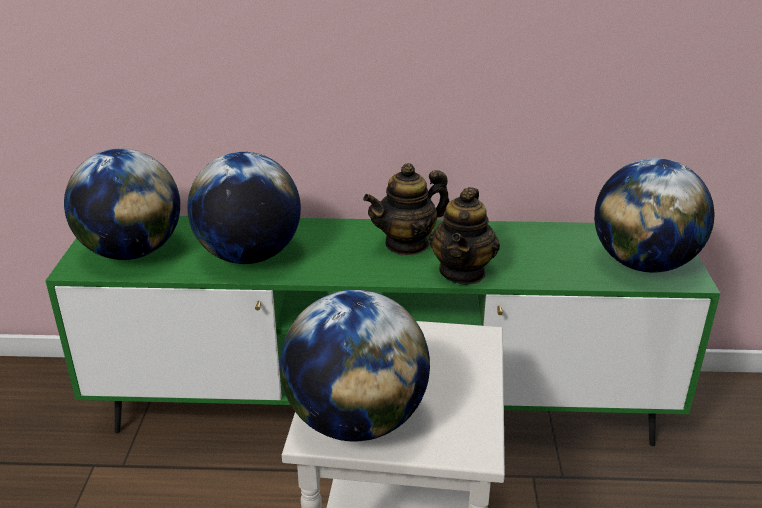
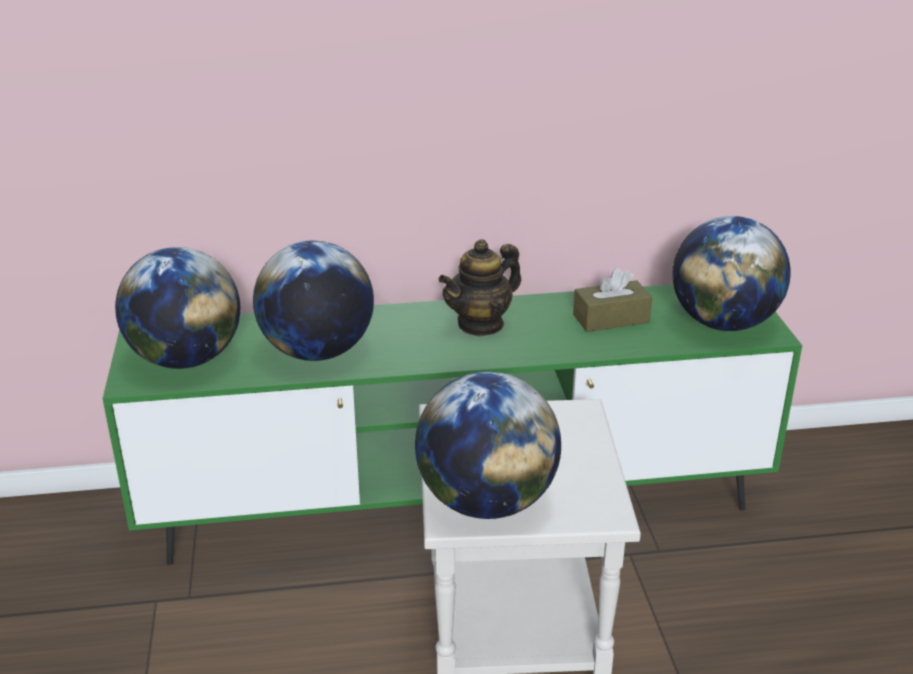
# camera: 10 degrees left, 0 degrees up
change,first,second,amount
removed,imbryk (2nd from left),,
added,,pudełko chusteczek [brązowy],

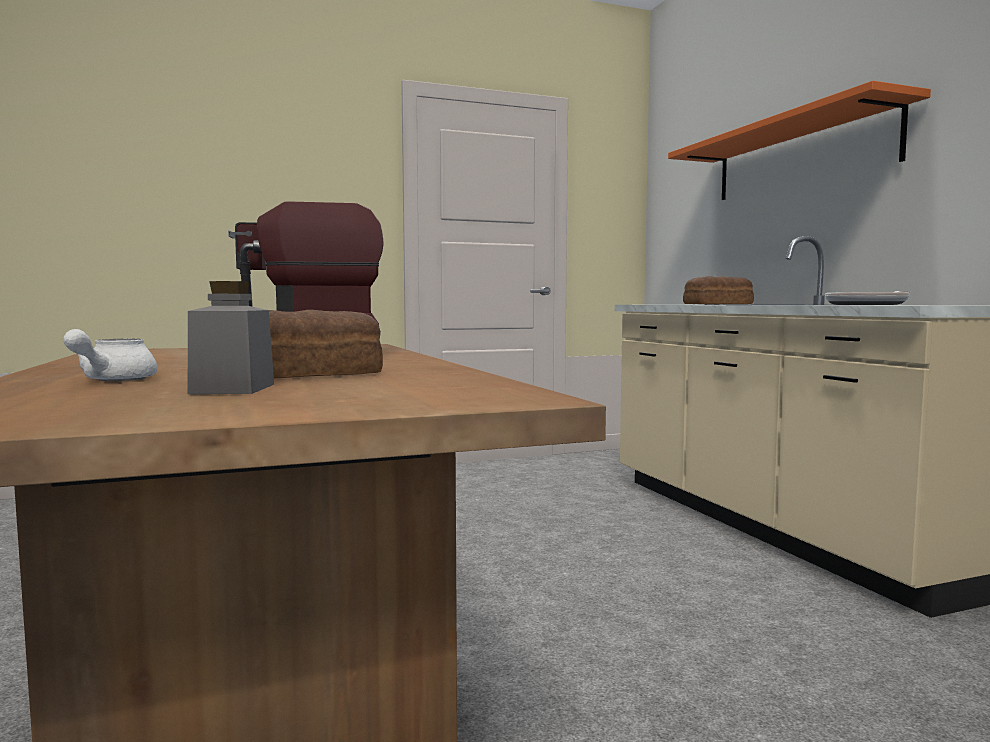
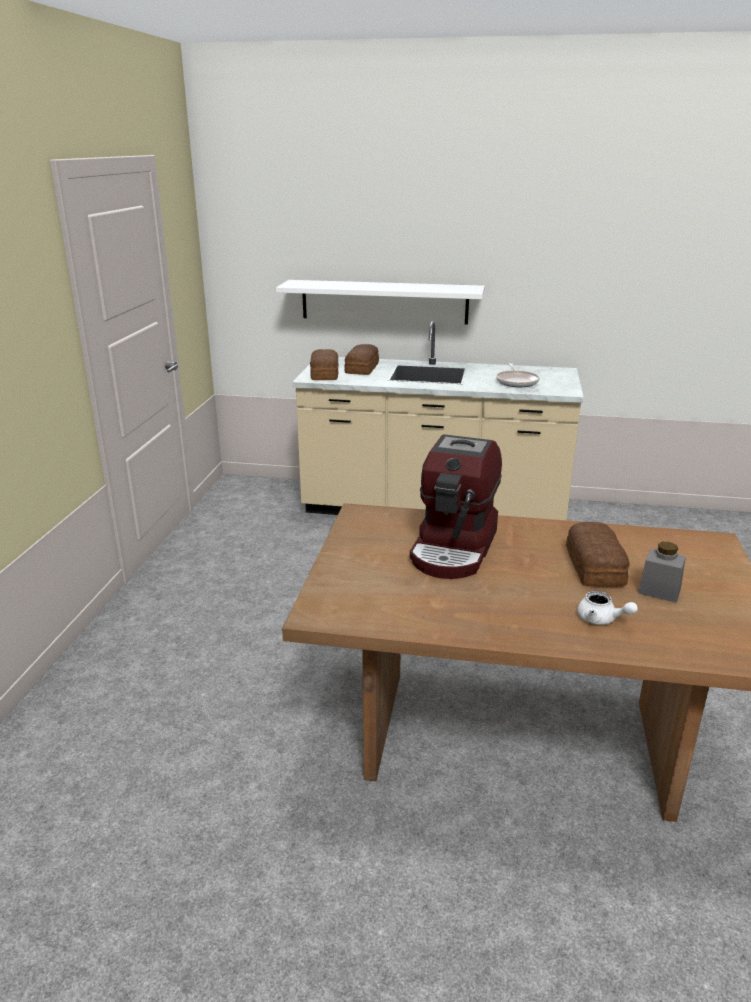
# camera: 60 degrees left, 20 degrees up
change,first,second,amount
removed,półka [pomarańczowy],,
added,,półka [biały],
added,,chleb (1st from left),

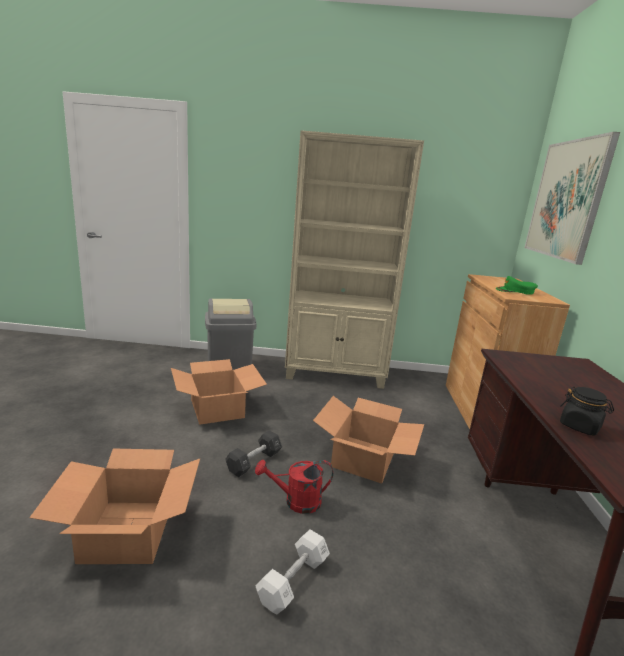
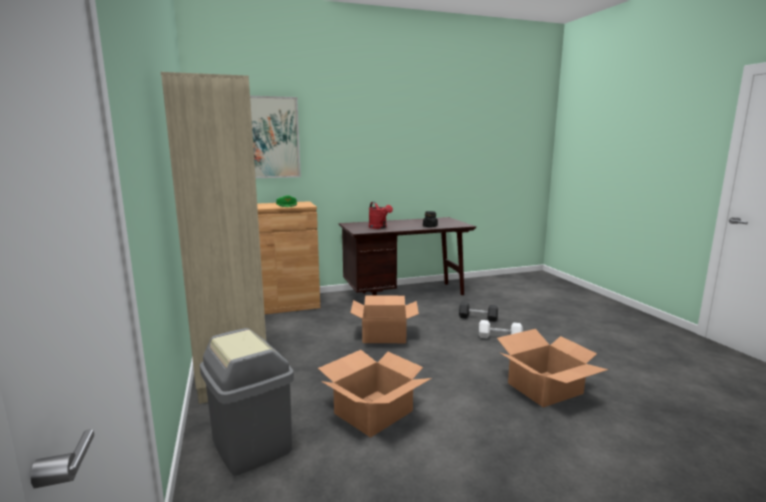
# camera: 110 degrees left, 5 degrees down
change,first,second,amount
moved,hantel [czarny],,
moved,konewka [czerwony],,

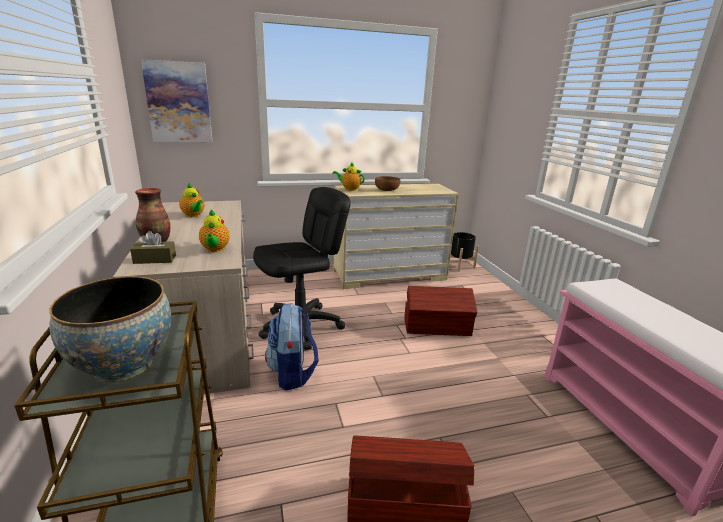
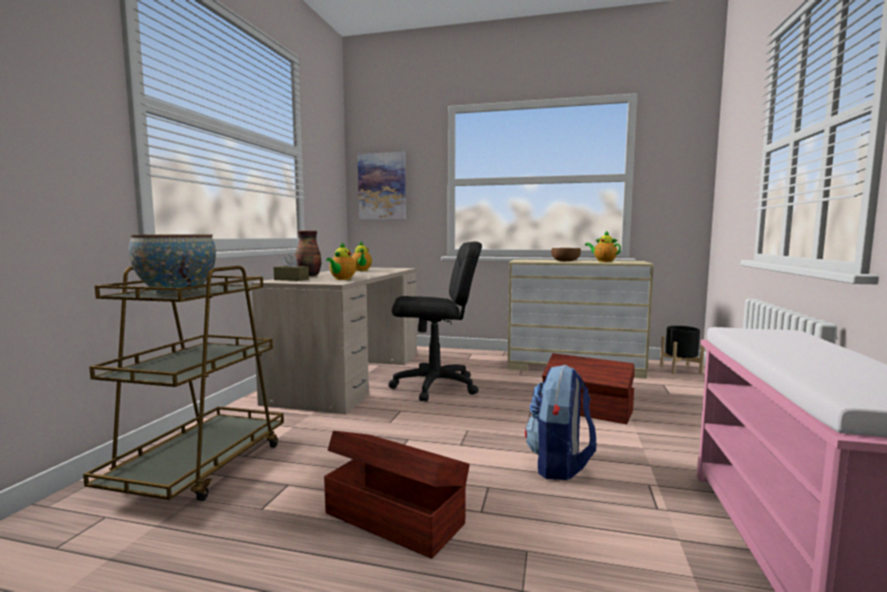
# camera: 30 degrees right, 15 degrees down
change,first,second,amount
moved,plecak,,
moved,imbryk (3rd from left),,

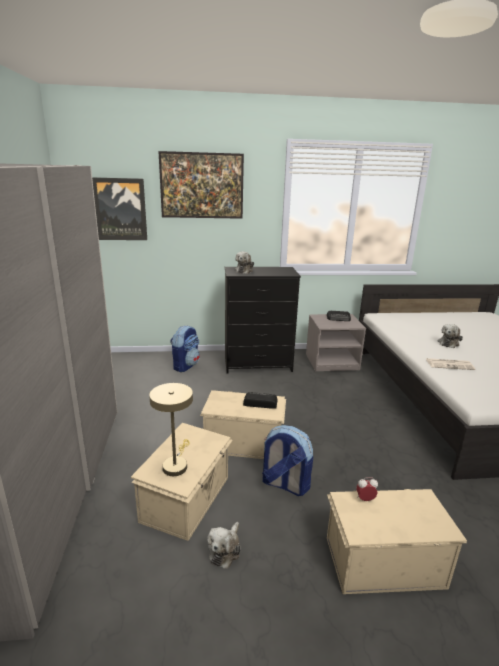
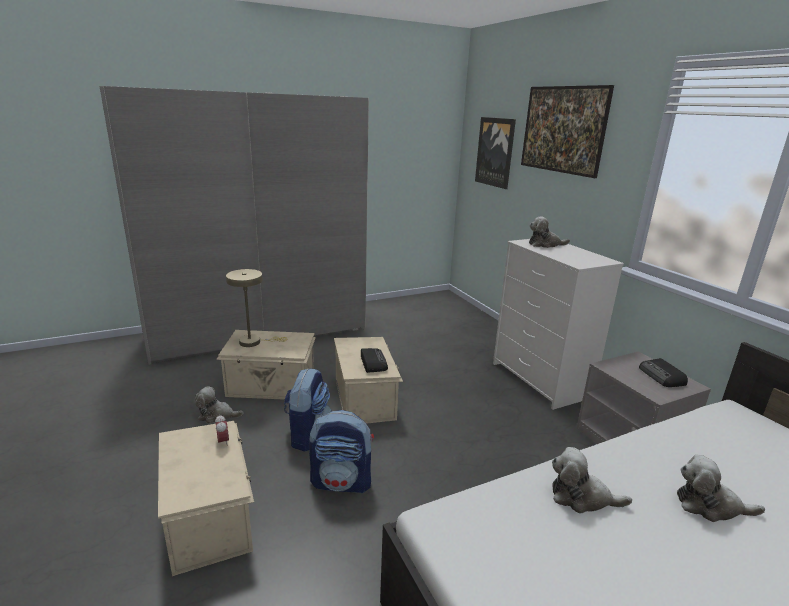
# camera: 70 degrees right, 0 degrees up
change,first,second,amount
moved,plecak (1st from left in the first image),plecak (2nd from left),
recoloured,komoda [czarny],komoda [biały],
replaced,gazeta,pluszak (3rd from left),

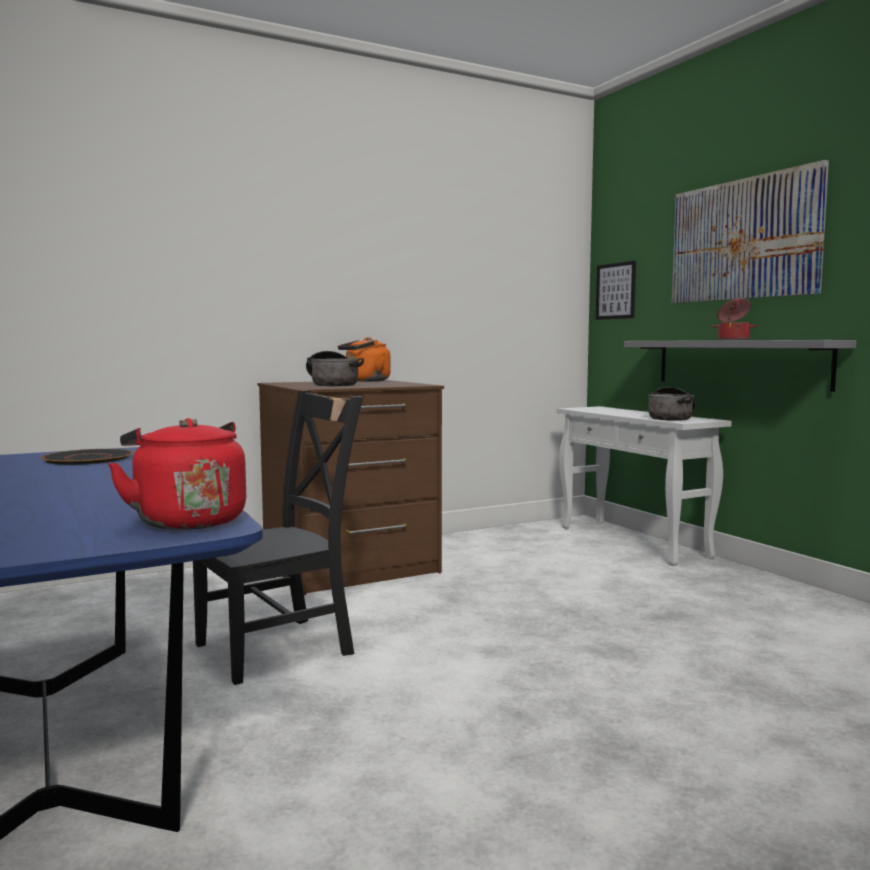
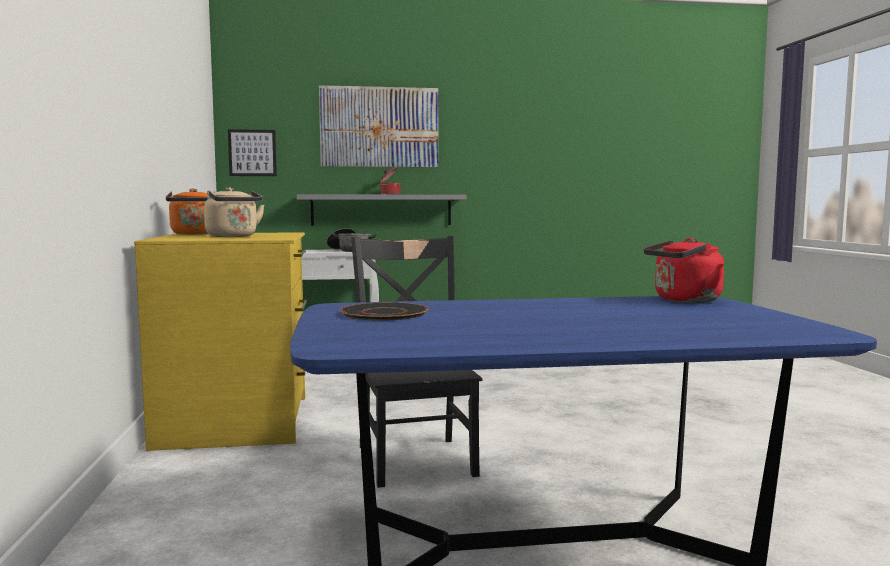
# camera: 70 degrees left, 0 degrees up
change,first,second,amount
recoloured,komoda [brązowy],komoda [żółty],
replaced,garnek (1st from left),czajnik [beżowy],

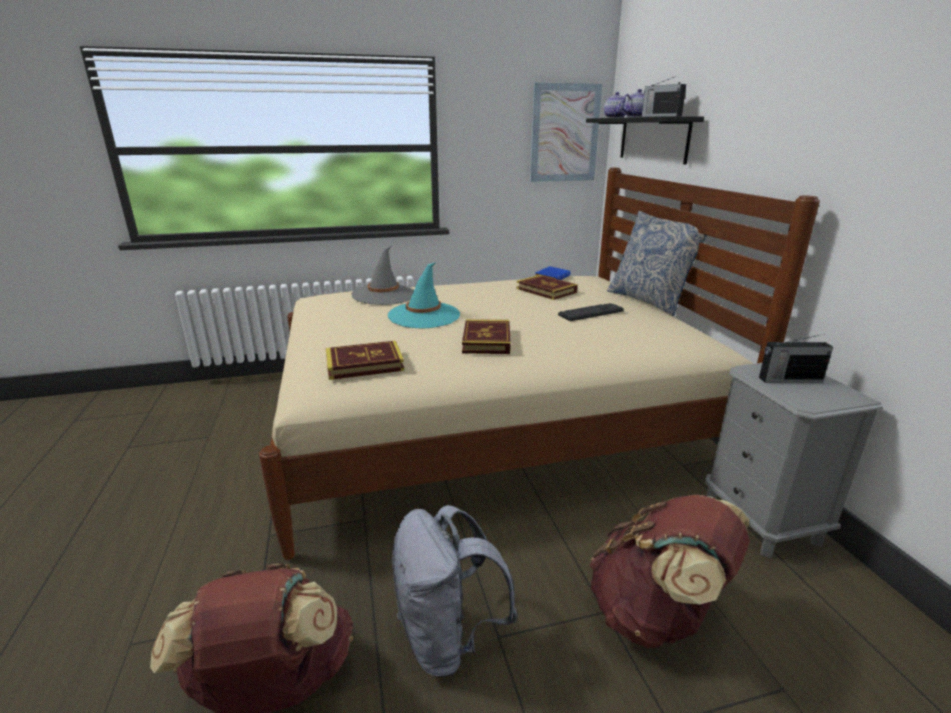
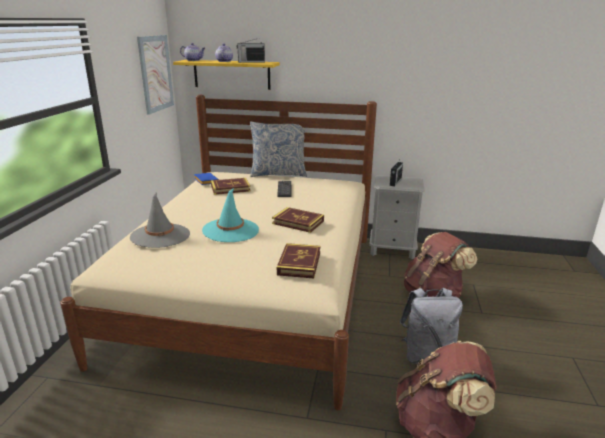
# camera: 65 degrees left, 0 degrees up
change,first,second,amount
recoloured,półka [czarny],półka [żółty],

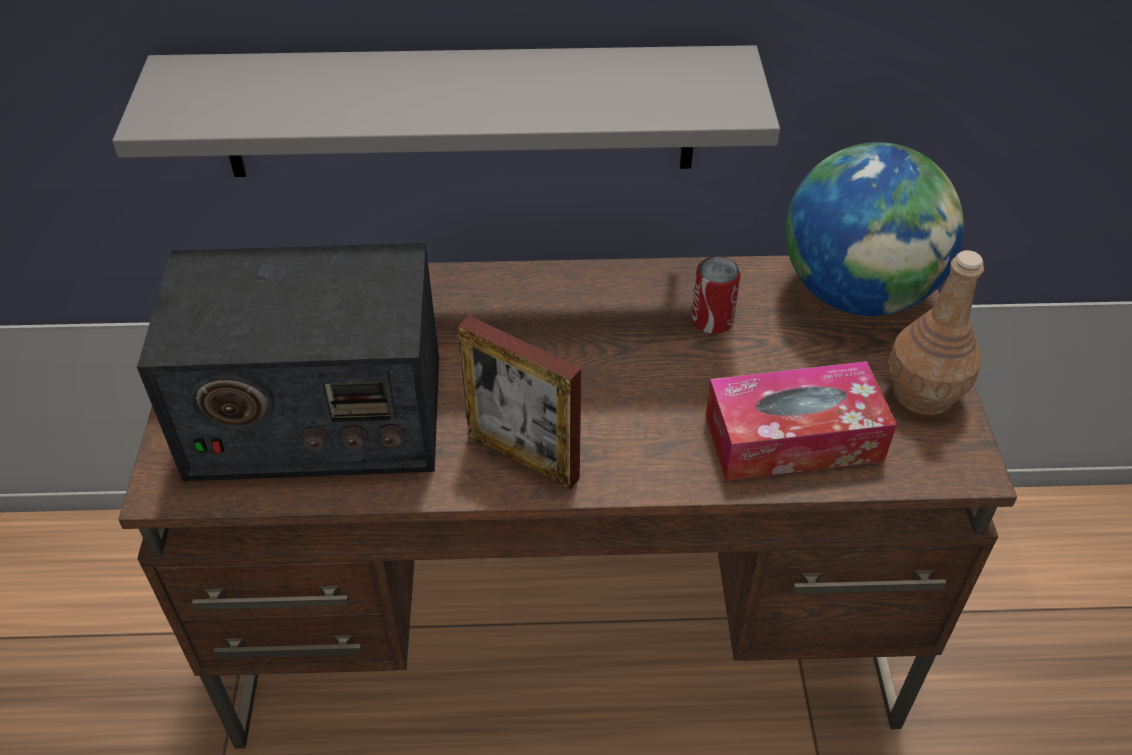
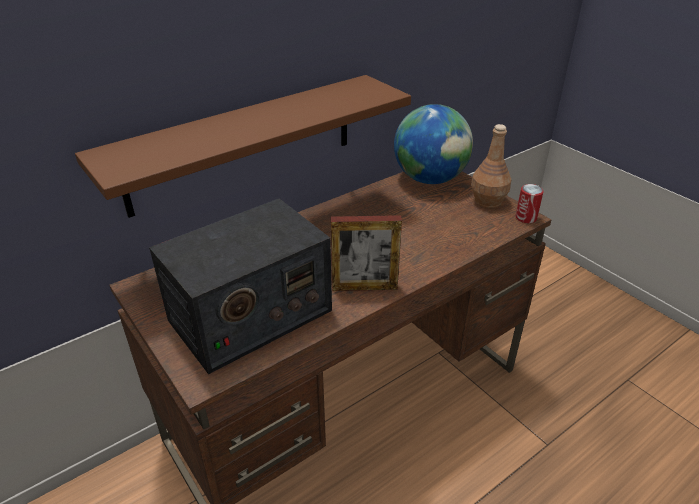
# camera: 35 degrees left, 10 degrees down
change,first,second,amount
recoloured,półka [szary],półka [brązowy],
moved,puszka,,
removed,pudełko chusteczek,,

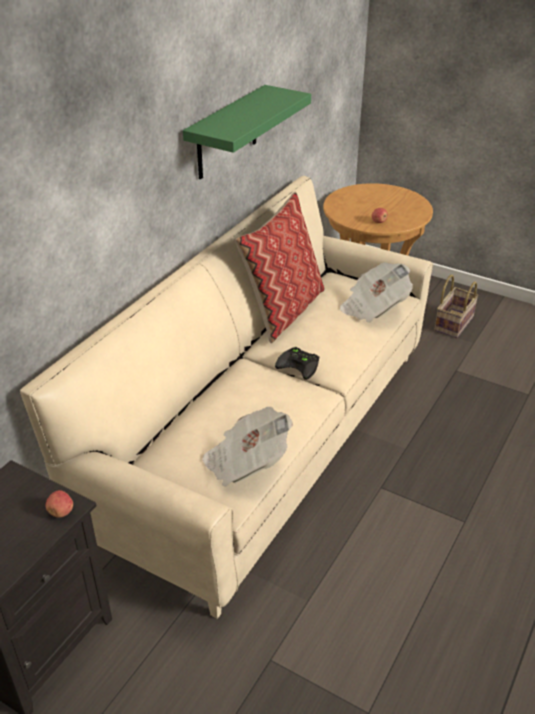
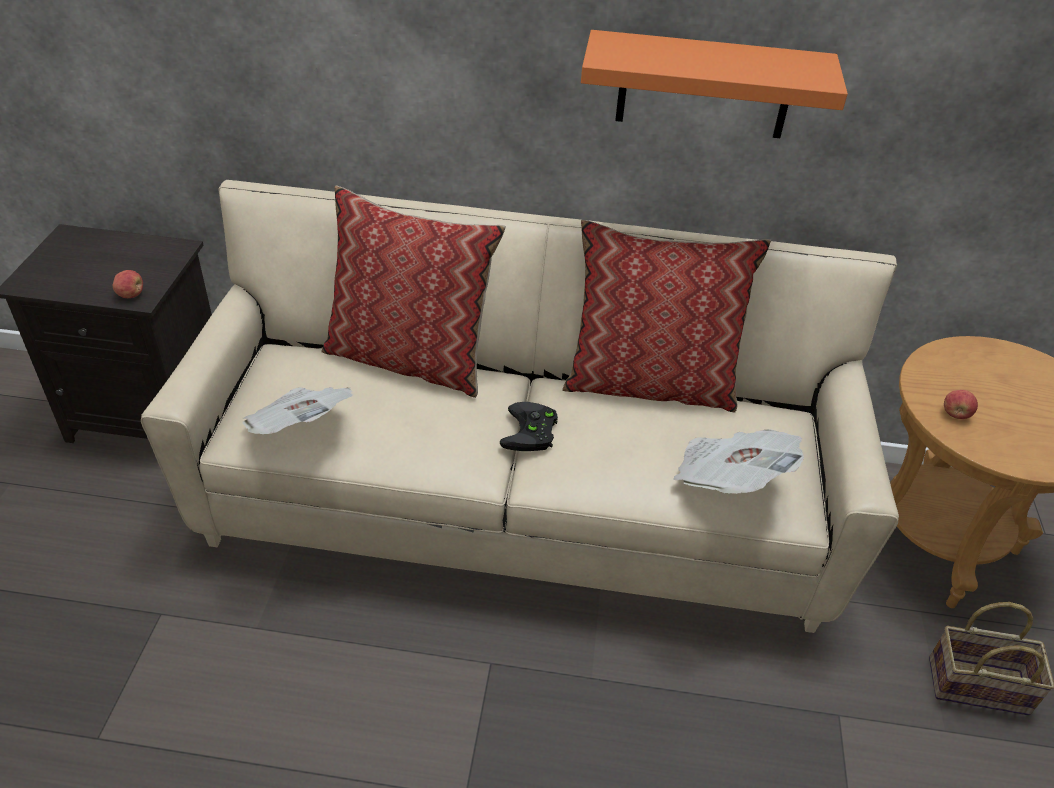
# camera: 65 degrees right, 5 degrees up
change,first,second,amount
recoloured,półka [zielony],półka [pomarańczowy],
added,,poduszka (1st from left),

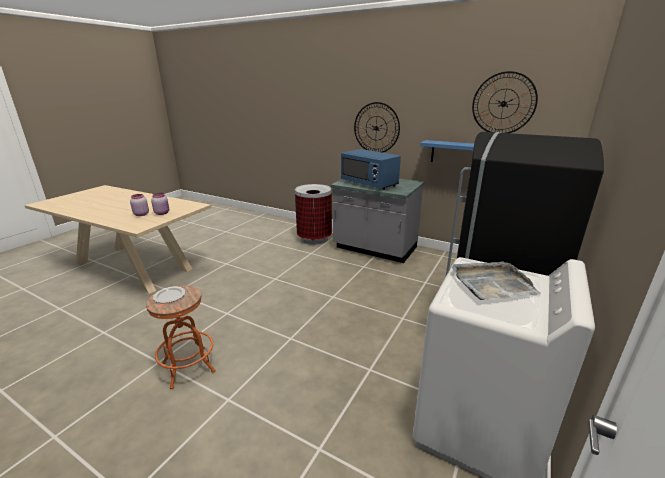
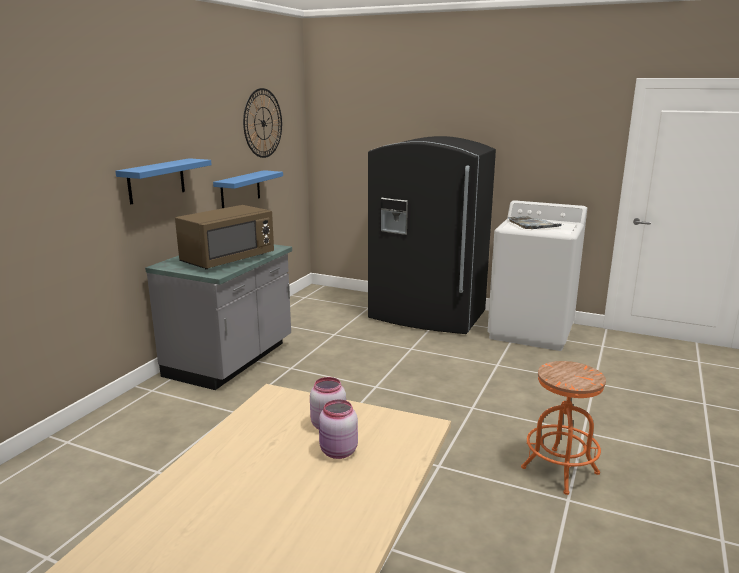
# camera: 95 degrees left, 5 degrees down
change,first,second,amount
removed,talerz,,
removed,kosz na śmieci,,
recoloured,mikrofalówka [niebieski],mikrofalówka [brązowy],
replaced,zegar ścienny (1st from left),półka [niebieski] (1st from left),

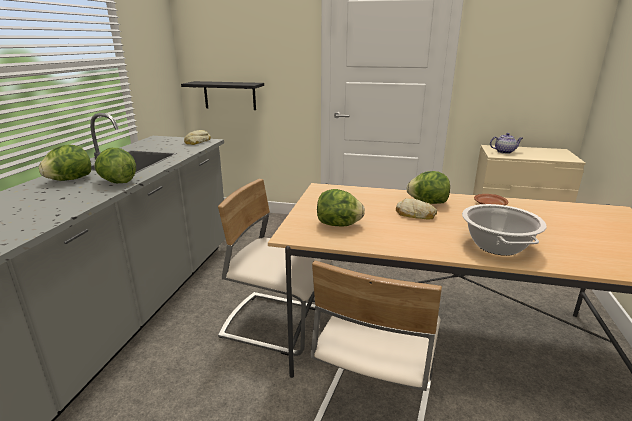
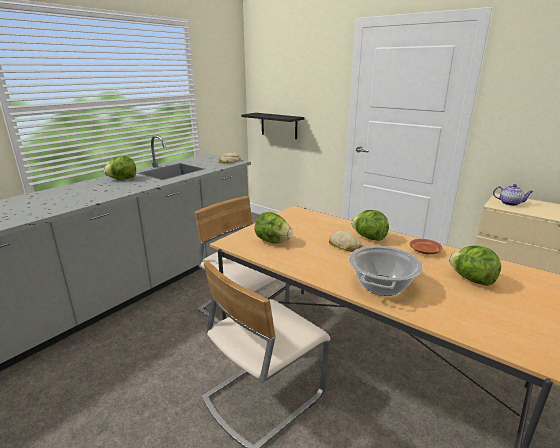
# camera: 25 degrees right, 0 degrees up
change,first,second,amount
moved,sałata (2nd from left in the first image),sałata (4th from left),

